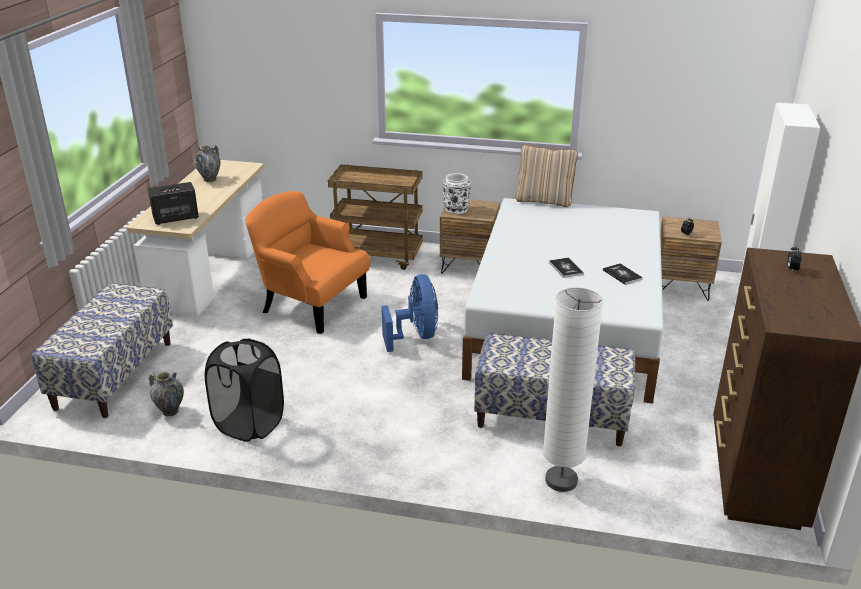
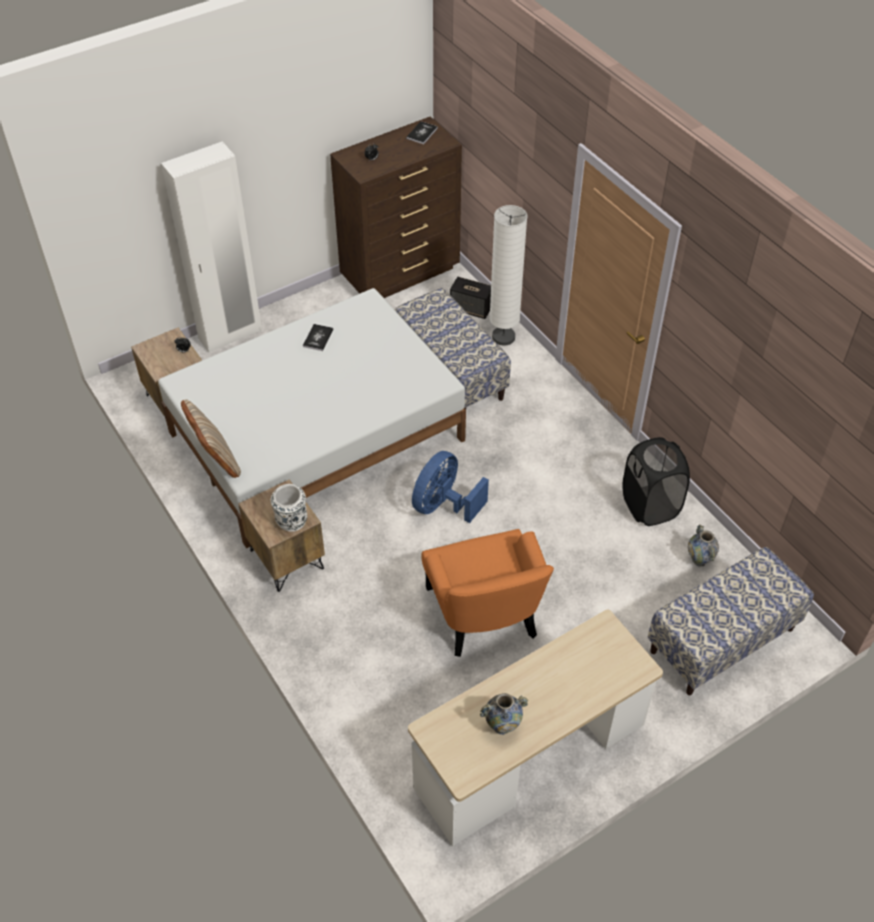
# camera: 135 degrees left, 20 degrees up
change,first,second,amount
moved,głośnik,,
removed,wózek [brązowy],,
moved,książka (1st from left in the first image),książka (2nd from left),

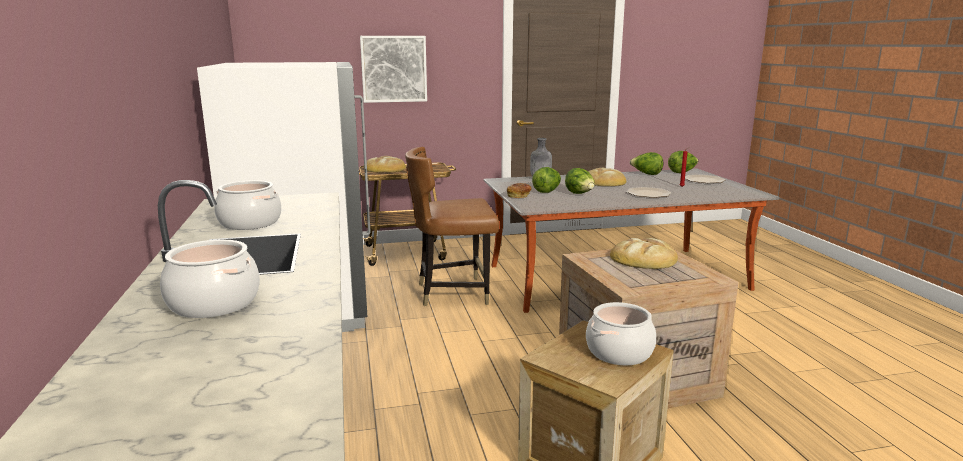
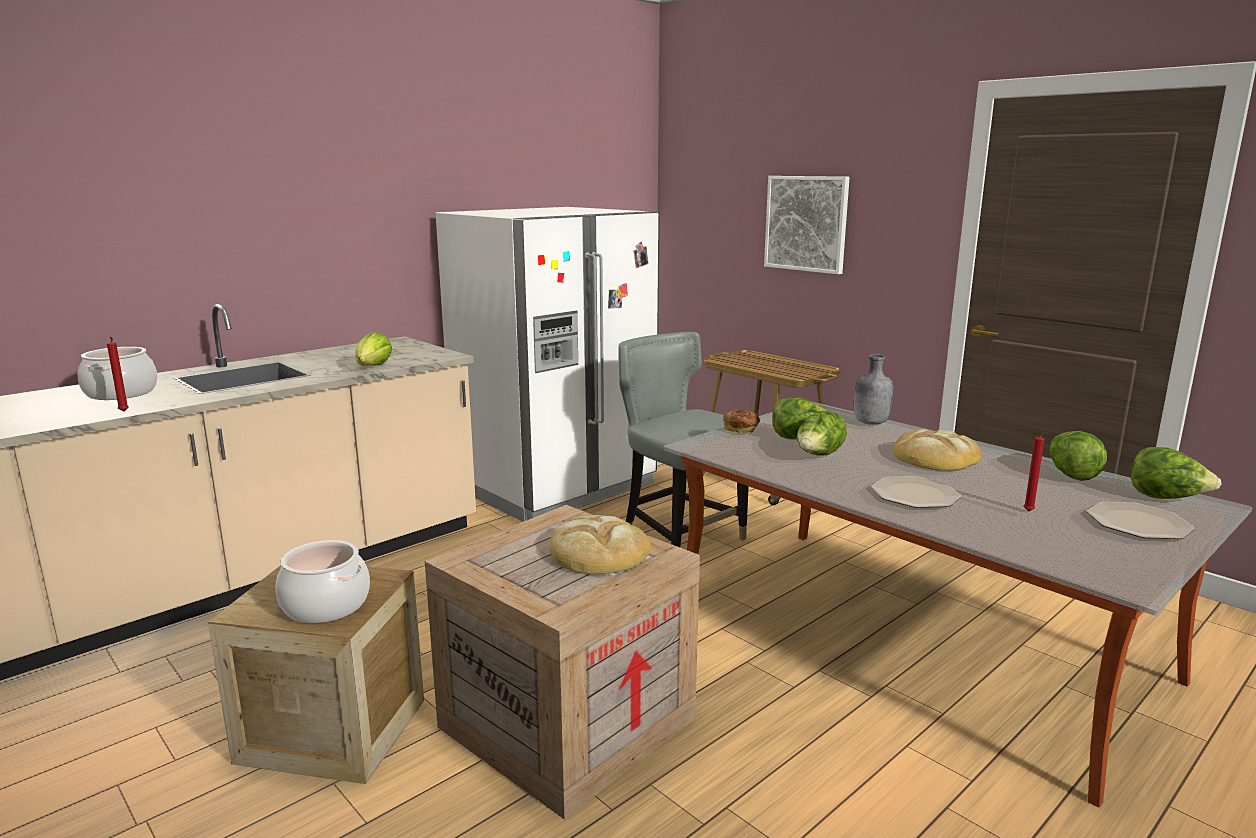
# camera: 60 degrees right, 0 degrees up
change,first,second,amount
removed,garnek (2nd from left),,
removed,chleb (1st from left),,
recoloured,krzesło [brązowy],krzesło [szary],
added,,świeca [czerwony] (1st from left),
added,,sałata (1st from left),

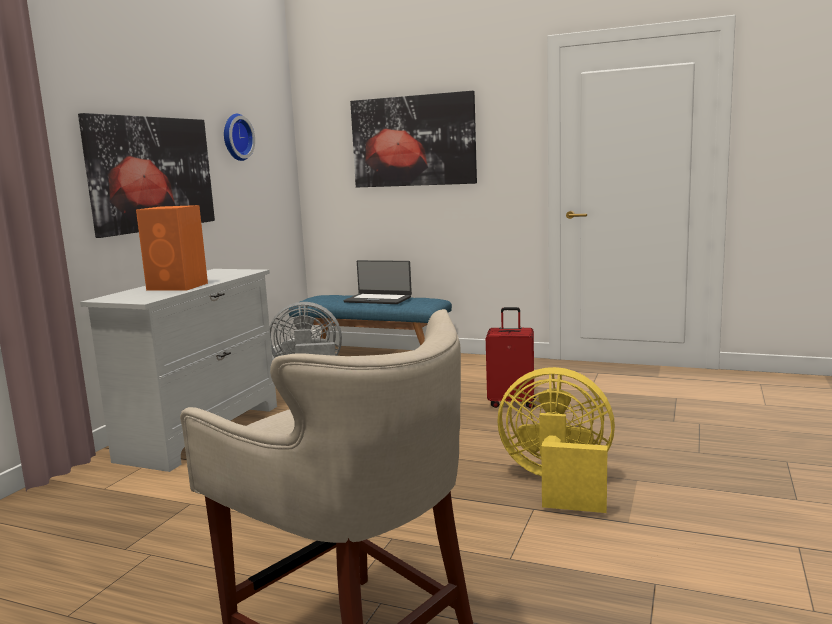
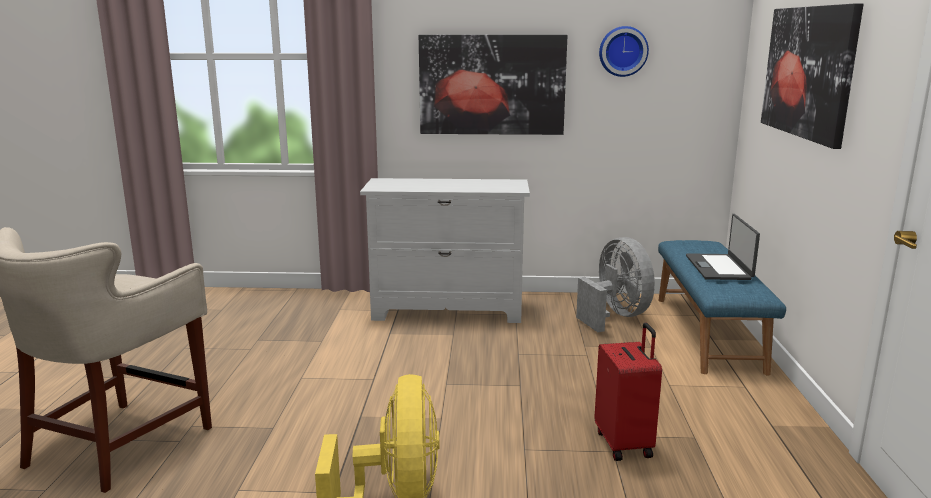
# camera: 70 degrees right, 5 degrees up
change,first,second,amount
removed,głośnik [pomarańczowy],,

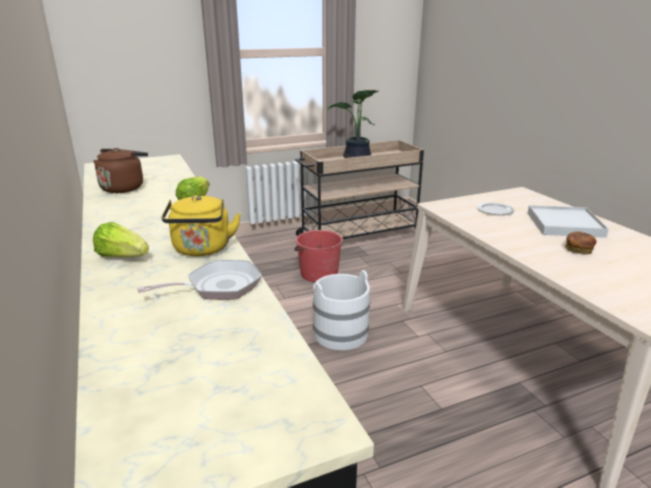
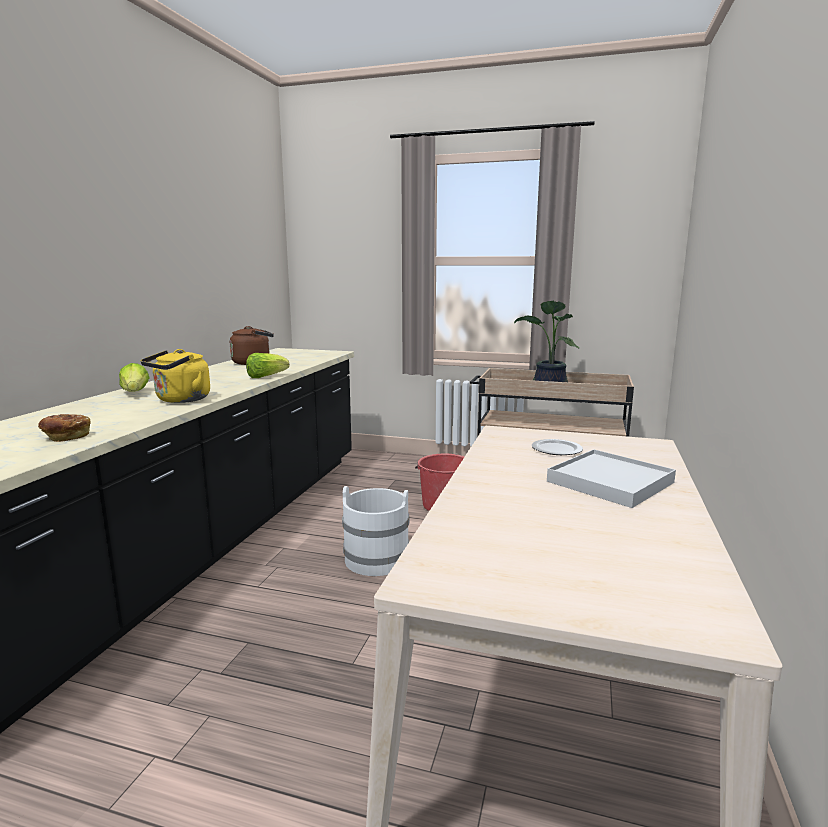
# camera: 40 degrees right, 10 degrees down
change,first,second,amount
removed,patelnia,,
moved,chleb,,

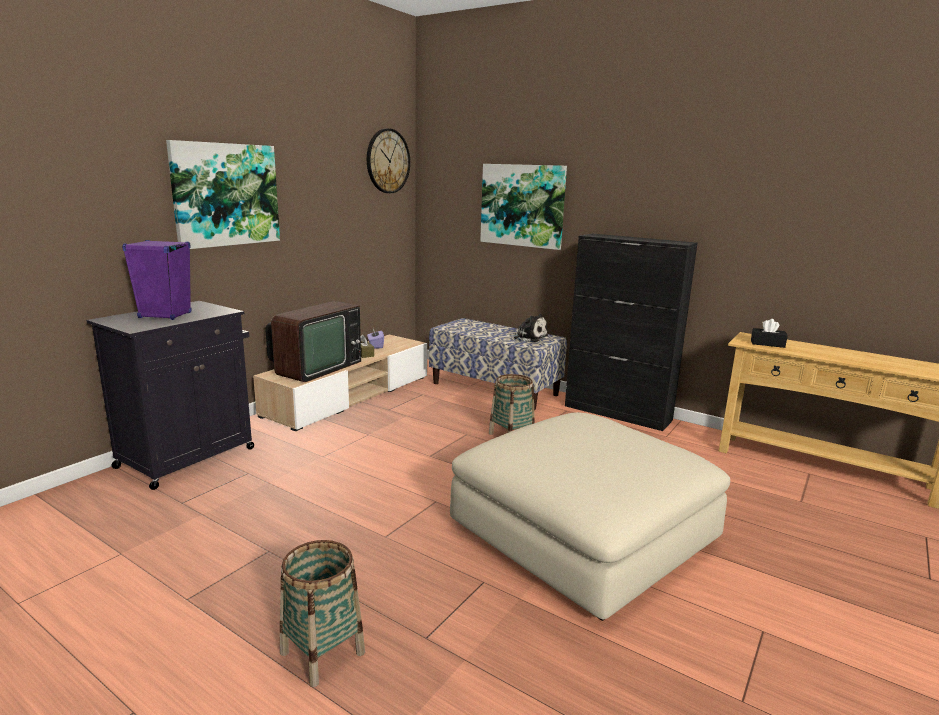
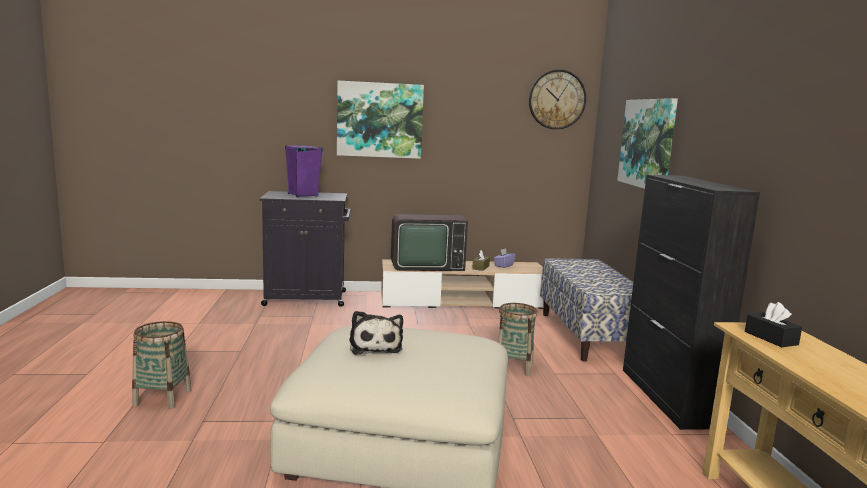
# camera: 50 degrees right, 5 degrees down
change,first,second,amount
moved,pluszak,,

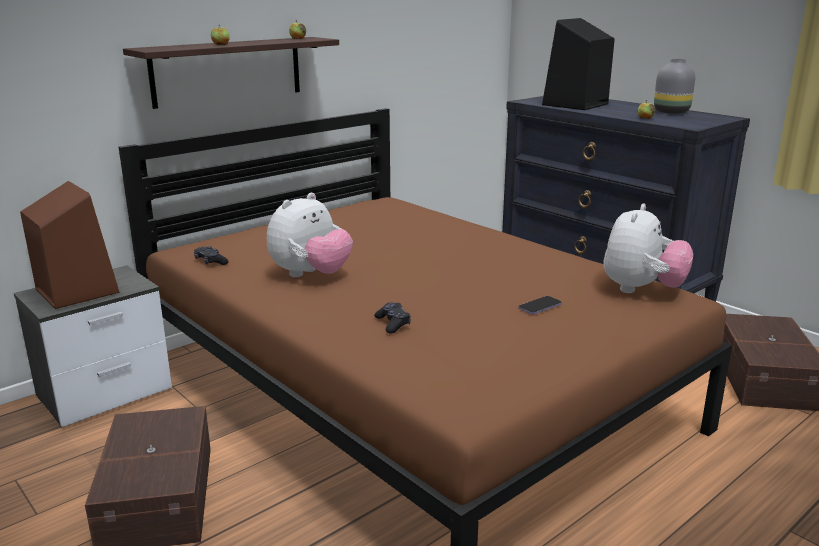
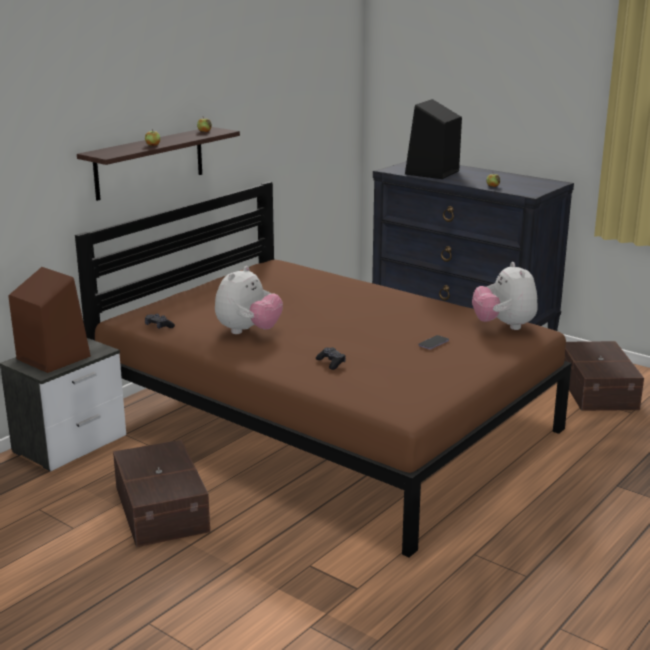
# camera: 10 degrees left, 0 degrees up
change,first,second,amount
turned,pluszak (2nd from left),,150 degrees clockwise
removed,wazon [szary],,

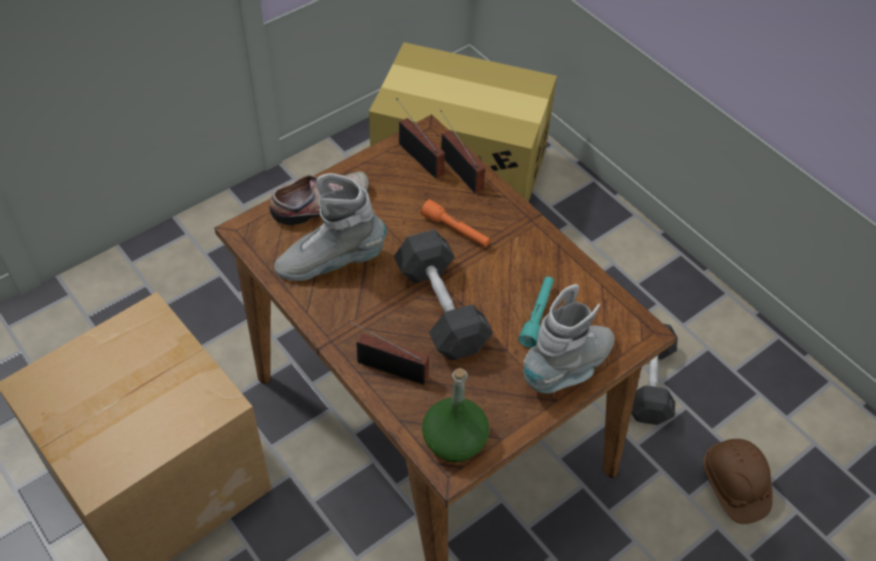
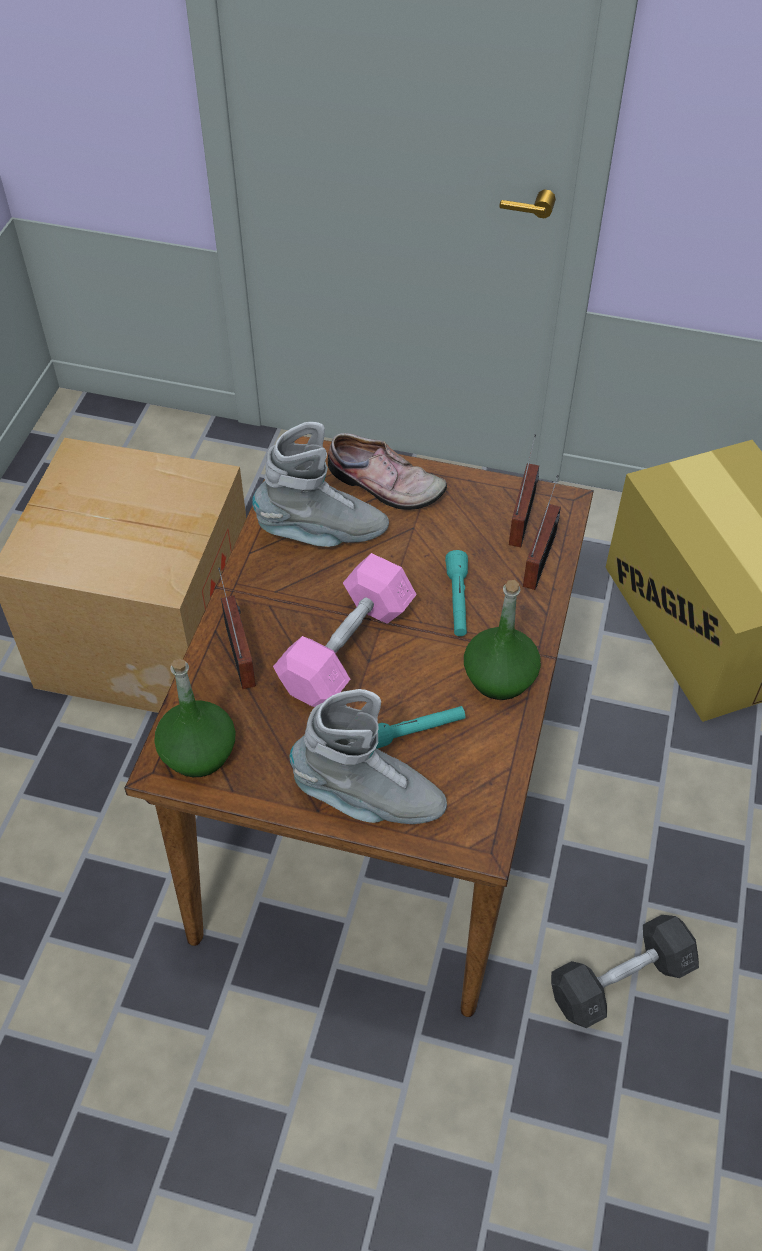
# camera: 55 degrees right, 0 degrees up
change,first,second,amount
turned,but z cholewką [szary] (1st from left),,135 degrees clockwise
recoloured,hantel [szary] (1st from left),hantel [różowy],
recoloured,latarka [pomarańczowy],latarka [turkusowy] (2nd from left),
removed,kask [brązowy],,
added,,butelka [zielony] (2nd from left),

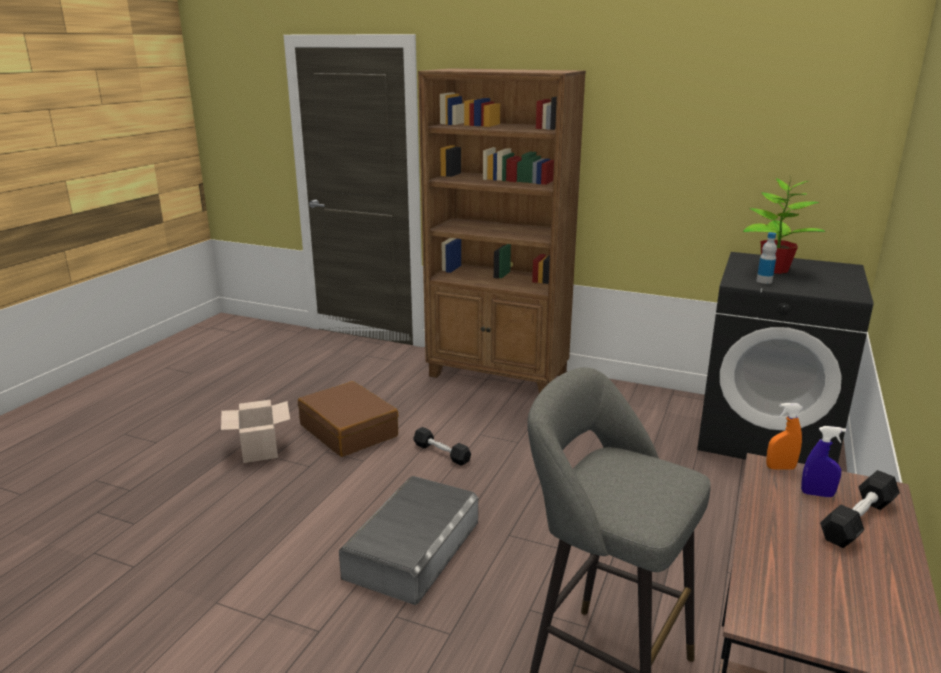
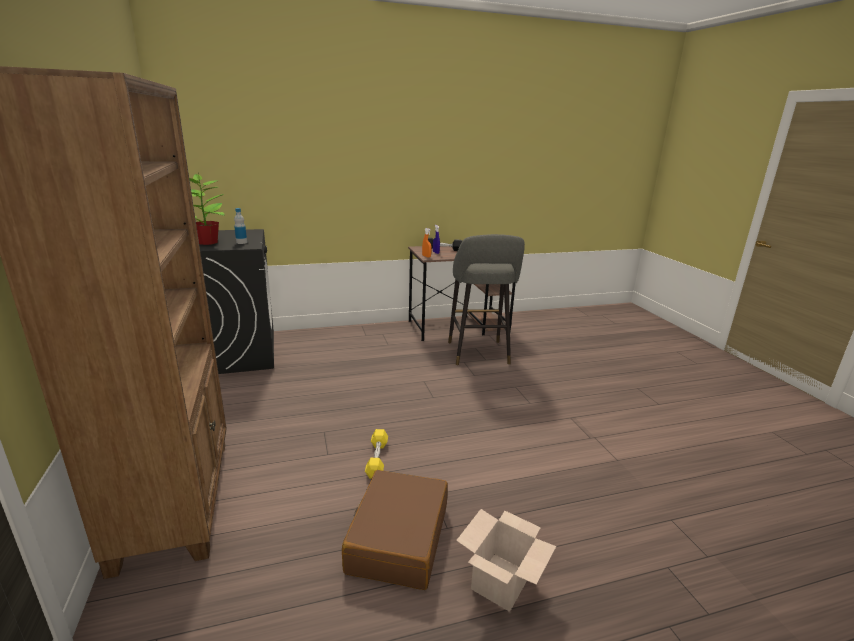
# camera: 130 degrees left, 0 degrees up
change,first,second,amount
removed,pojemnik do przechowywania [szary],,
recoloured,hantel [czarny] (1st from left),hantel [żółty],

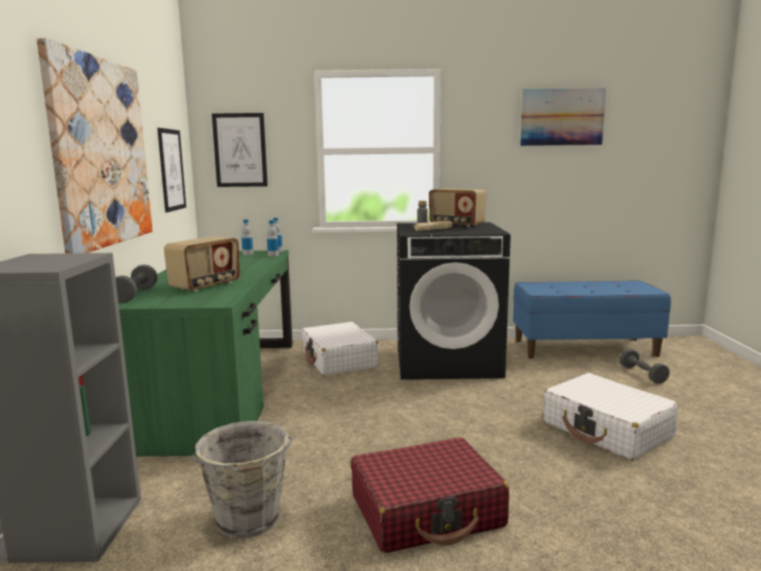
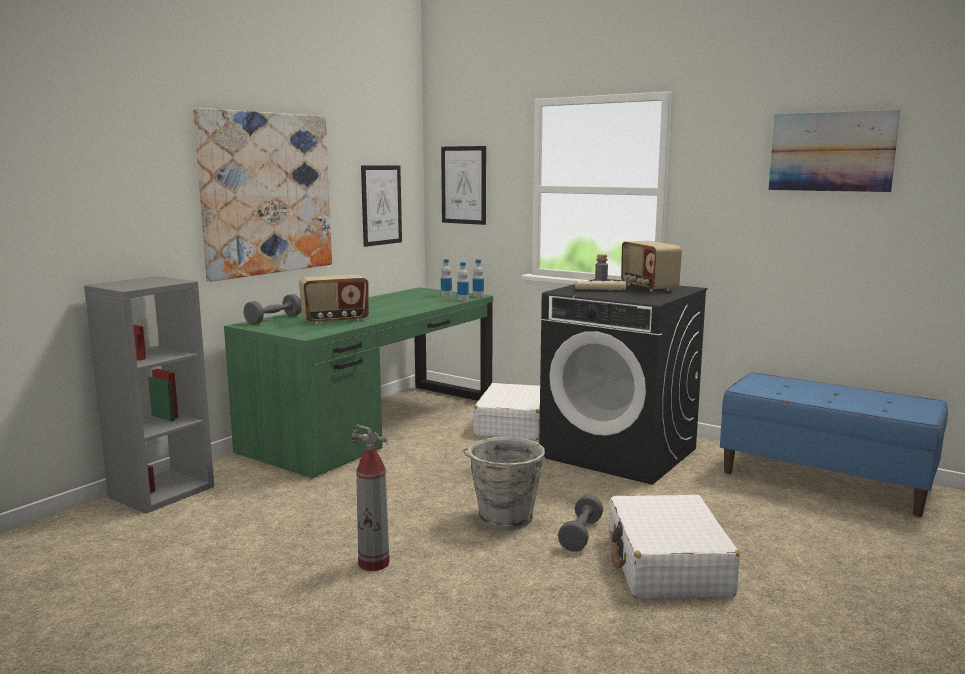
# camera: 35 degrees right, 0 degrees up
change,first,second,amount
moved,wiadro [szary],,
replaced,walizka [czerwony],gaśnica,
moved,hantel [szary] (2nd from left),,

